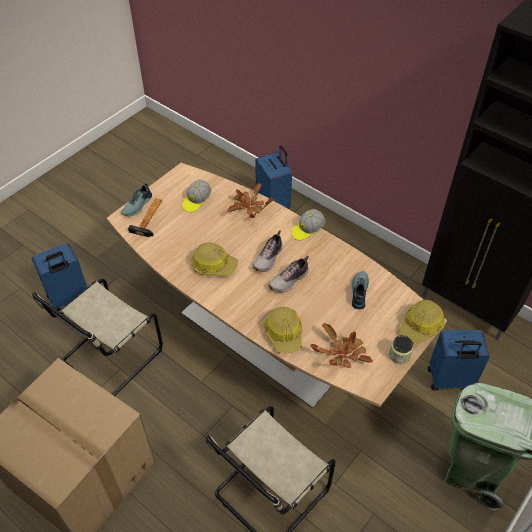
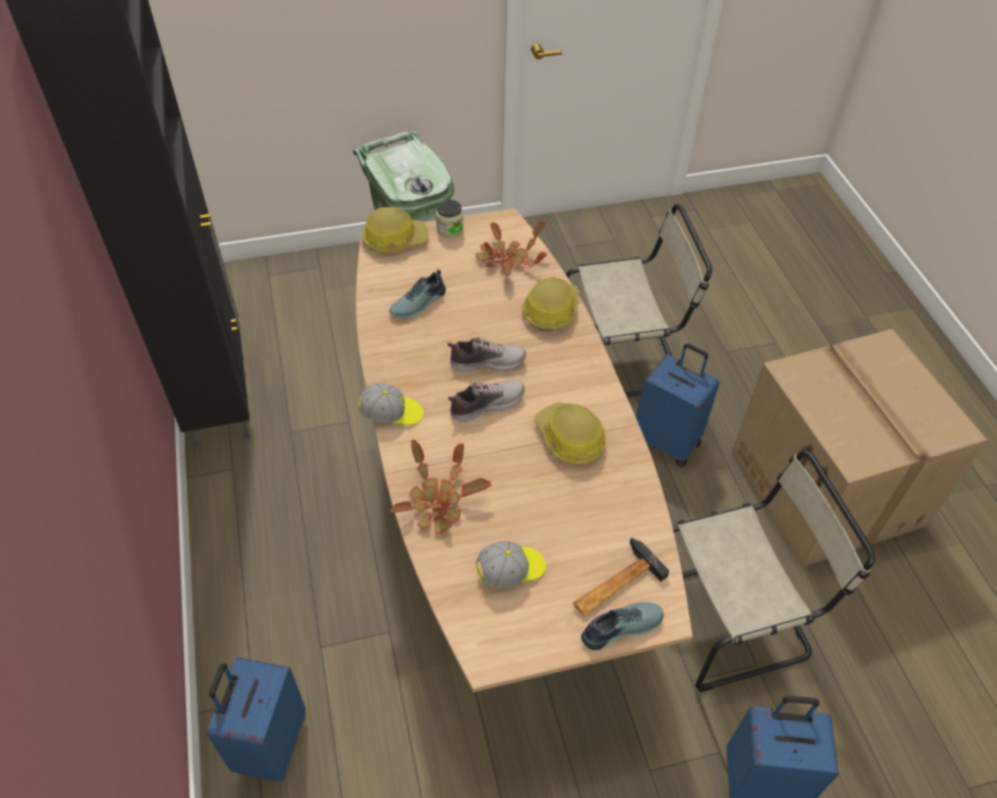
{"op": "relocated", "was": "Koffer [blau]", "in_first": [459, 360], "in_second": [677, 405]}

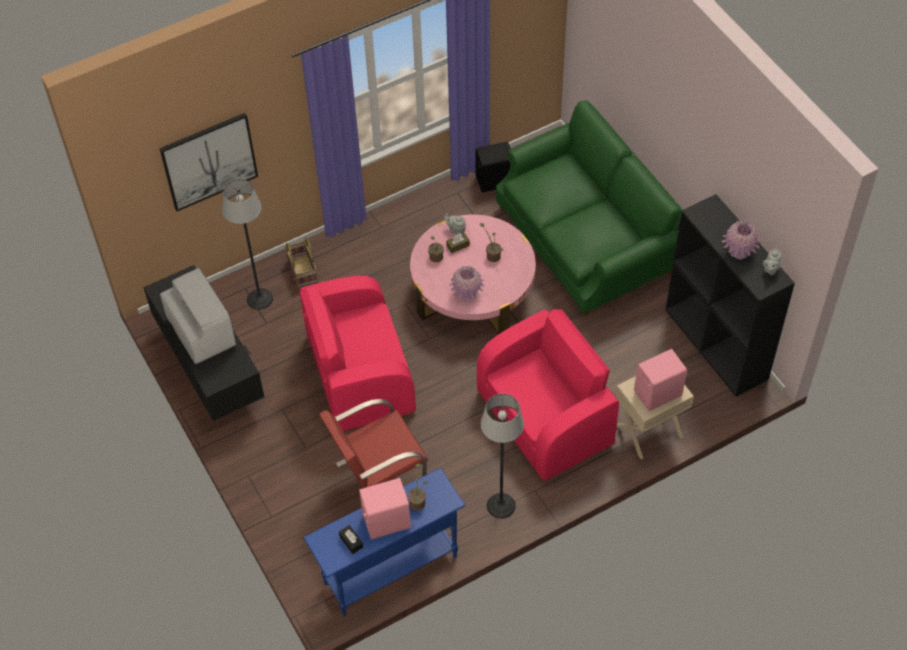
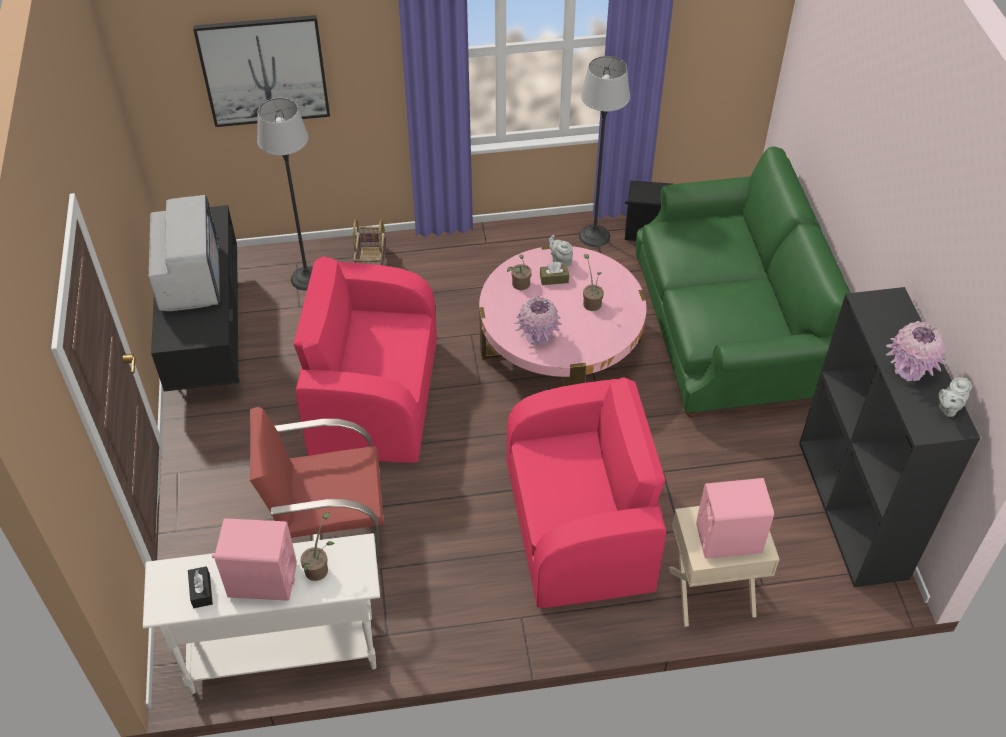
{"op": "relocated", "was": "Stehlampe", "in_first": [502, 456], "in_second": [604, 151]}
{"op": "colour", "was": "Konsolentisch [blau]", "now": "Konsolentisch [weiß]", "in_first": [384, 542], "in_second": [261, 613]}

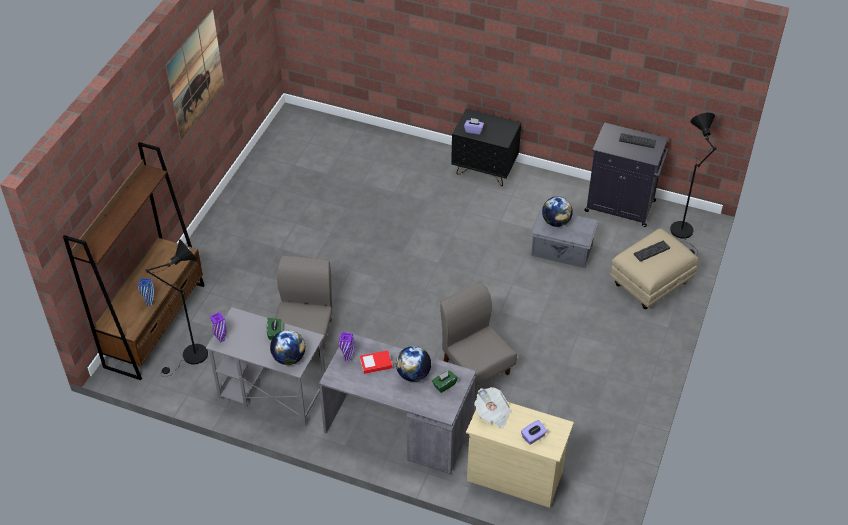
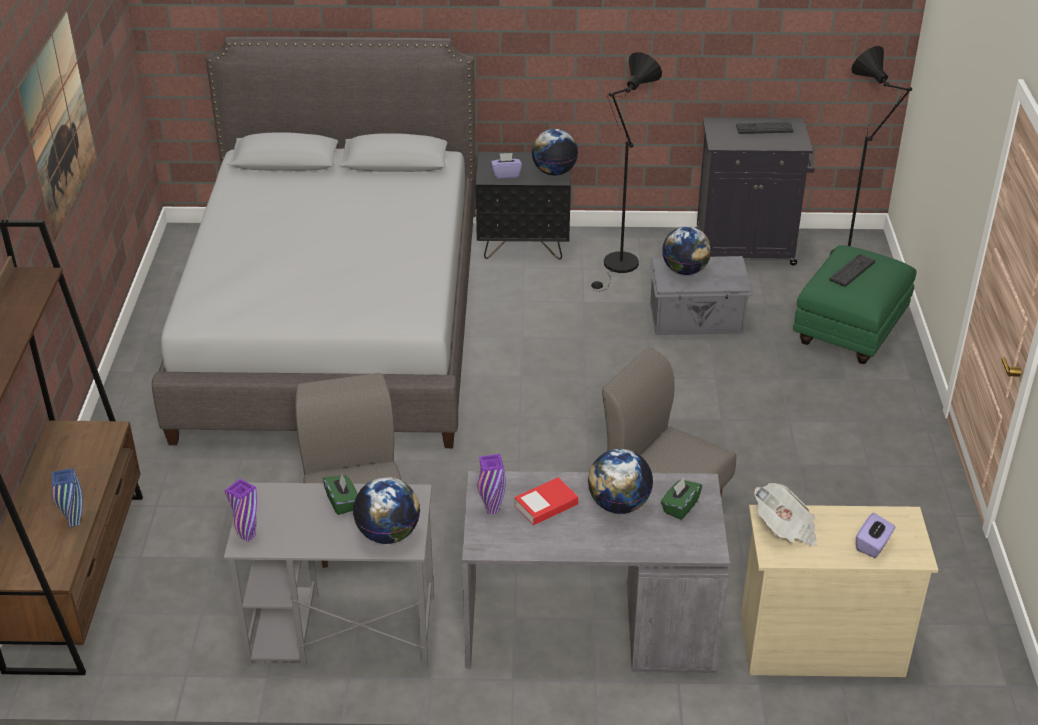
{"op": "appeared", "now": "Bett [grau]", "in_second": [314, 242]}
{"op": "appeared", "now": "Globus", "in_second": [555, 152]}
{"op": "relocated", "was": "Stehlampe [schwarz]", "in_first": [176, 308], "in_second": [626, 172]}
{"op": "colour", "was": "Polsterhocker [beige]", "now": "Polsterhocker [grün]", "in_first": [654, 268], "in_second": [855, 304]}

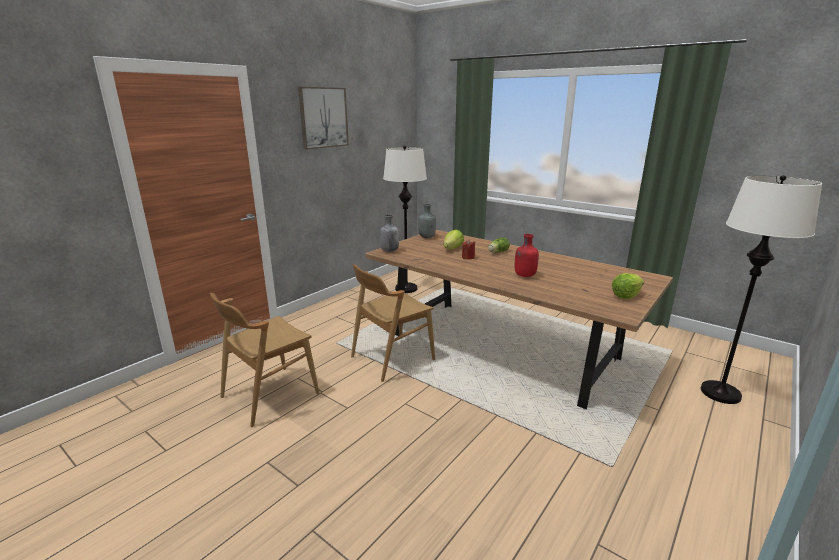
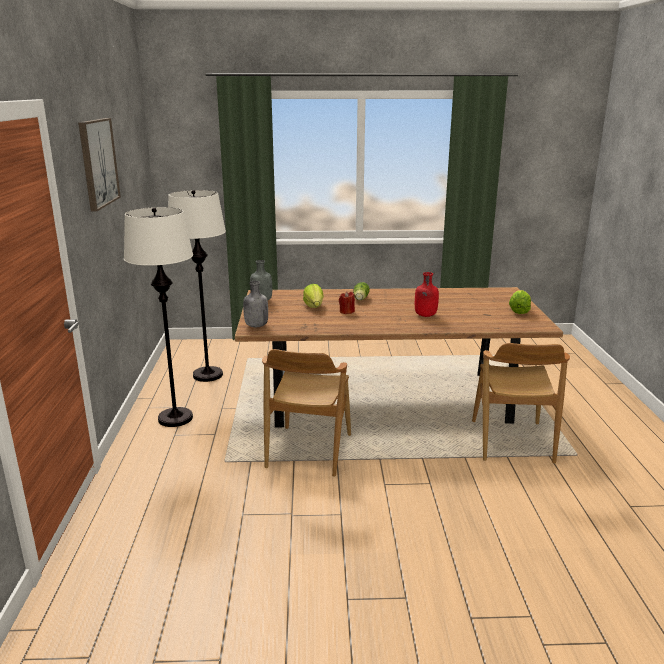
{"op": "relocated", "was": "Stuhl [braun]", "in_first": [264, 360], "in_second": [521, 403]}
{"op": "relocated", "was": "Stehlampe [weiß]", "in_first": [761, 289], "in_second": [158, 317]}

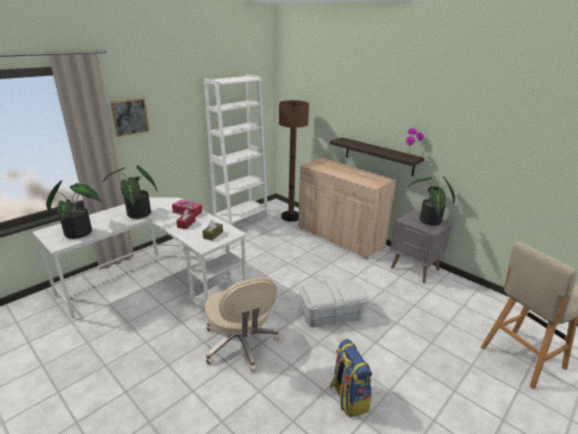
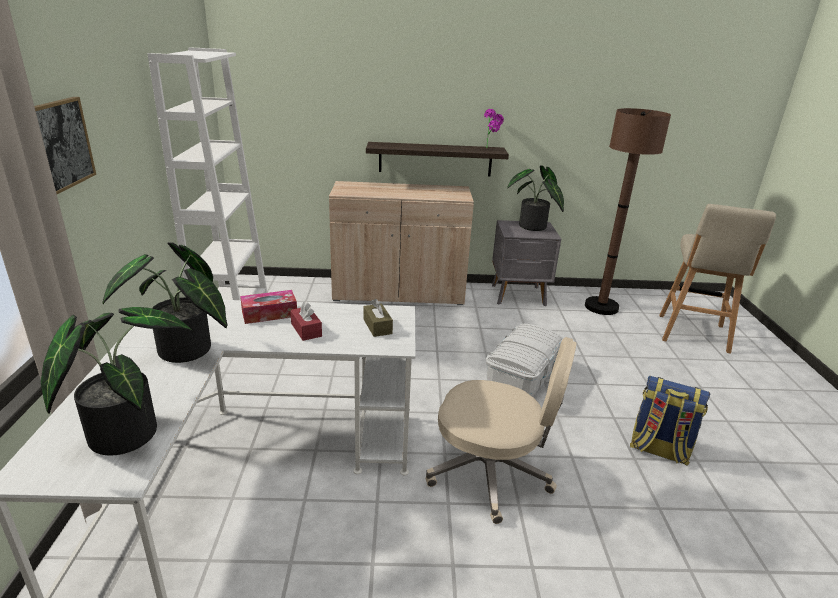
{"op": "relocated", "was": "Stehlampe [braun]", "in_first": [294, 161], "in_second": [628, 211]}

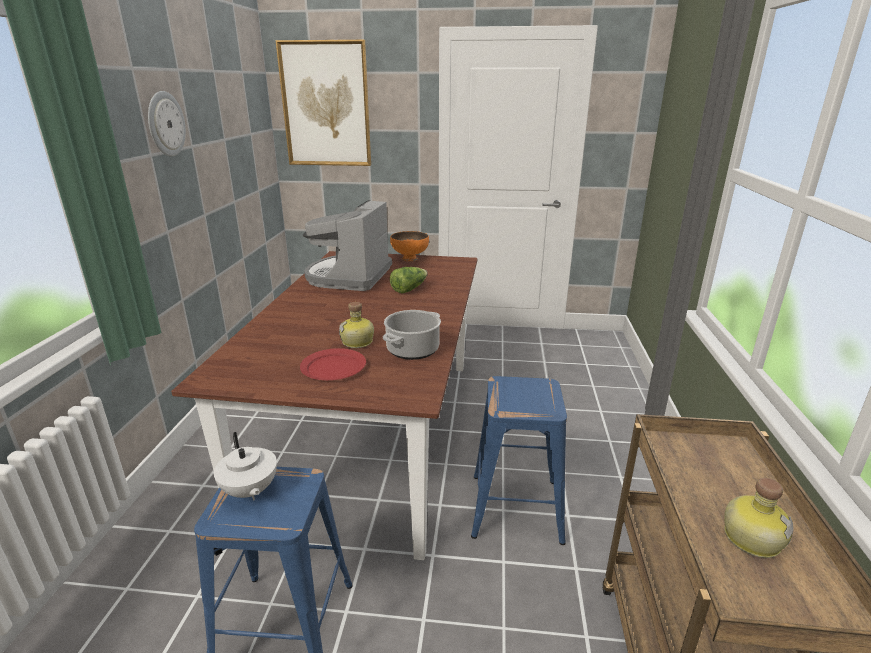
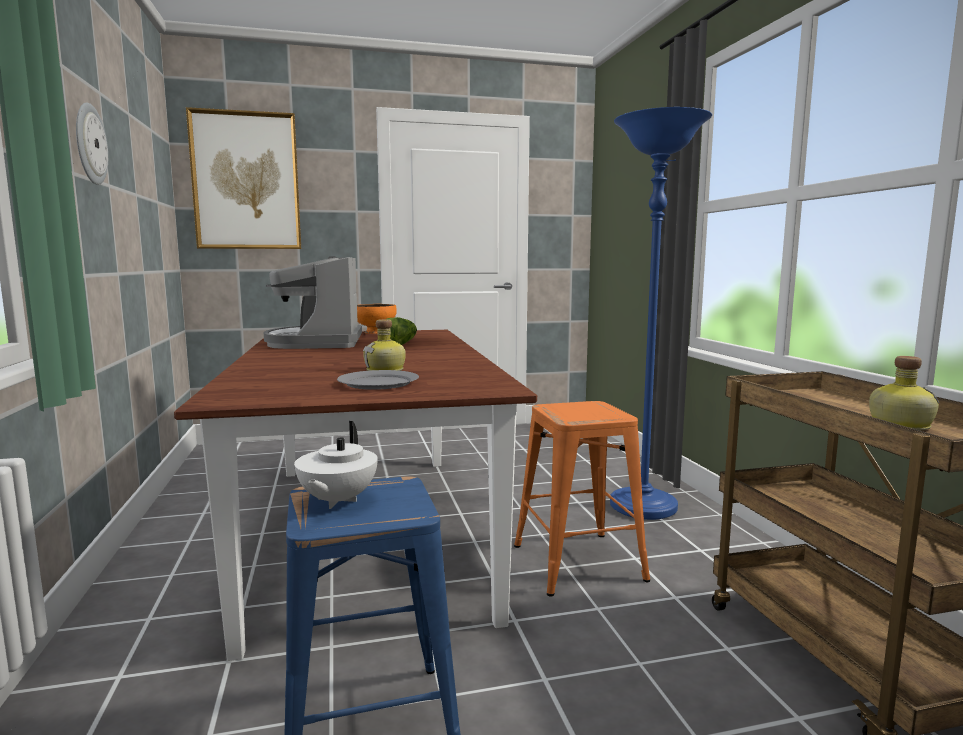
{"op": "missing", "was": "Kochtopf", "in_first": [412, 335]}
{"op": "appeared", "now": "Stehlampe [blau]", "in_second": [661, 313]}
{"op": "colour", "was": "Teller [rot]", "now": "Teller [grau]", "in_first": [333, 364], "in_second": [378, 380]}
{"op": "colour", "was": "Hocker [blau]", "now": "Hocker [orange]", "in_first": [519, 460], "in_second": [582, 498]}
{"op": "spun", "was": "Teekanne [weiß]", "in_first": [245, 466], "in_second": [336, 465], "clockwise": 60}

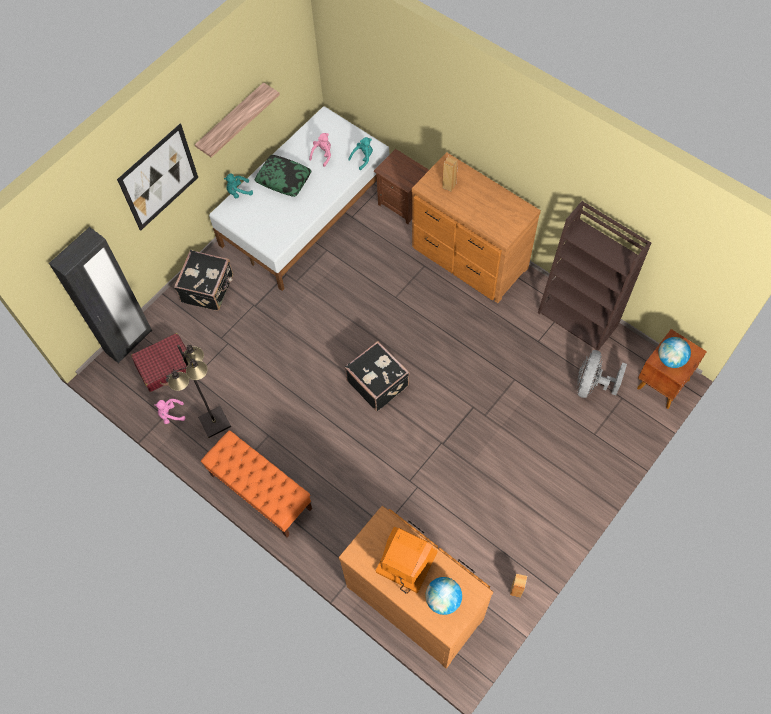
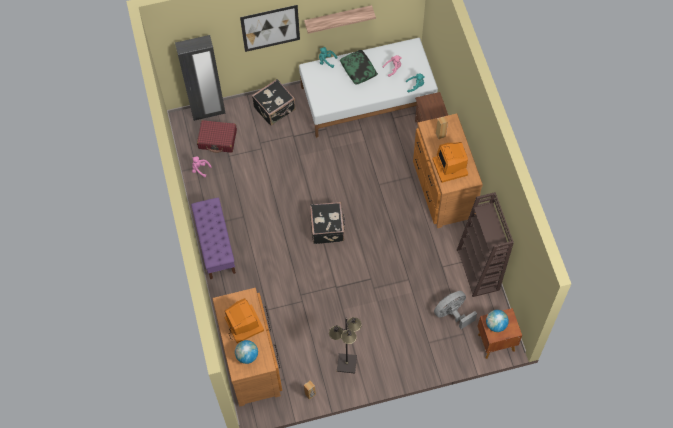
{"op": "appeared", "now": "Monitor", "in_second": [450, 162]}
{"op": "relocated", "was": "Stehlampe [schwarz]", "in_first": [199, 391], "in_second": [345, 345]}
{"op": "colour", "was": "Bank [orange]", "now": "Bank [lila]", "in_first": [256, 484], "in_second": [213, 238]}

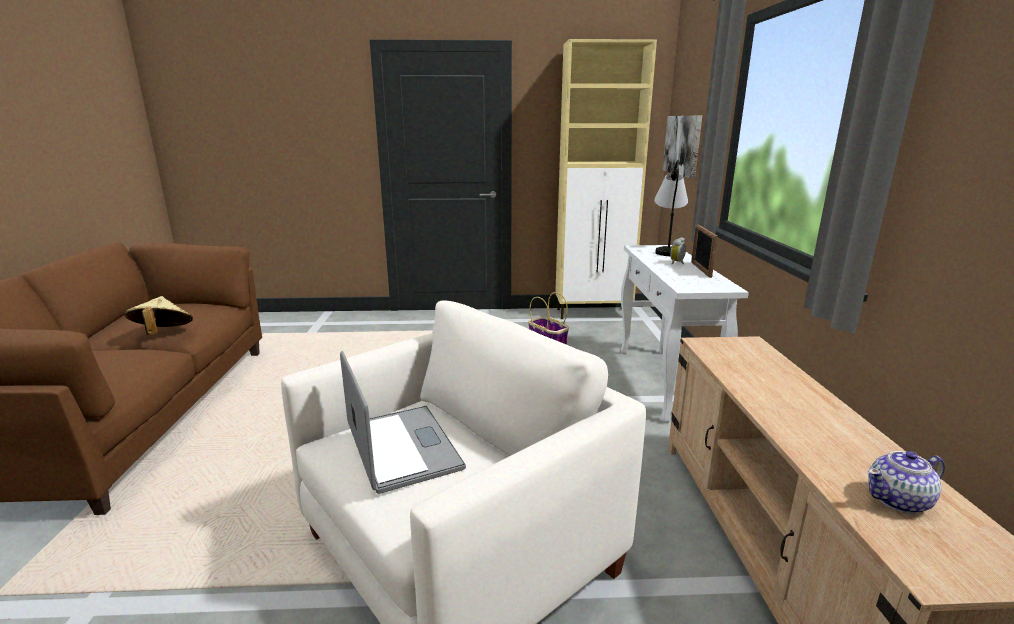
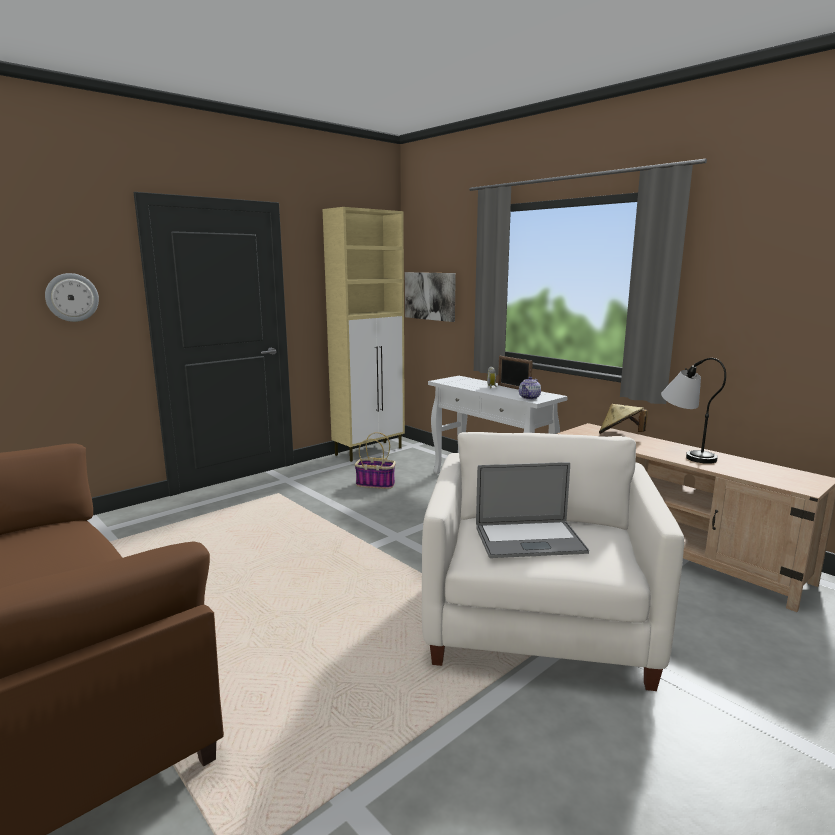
{"op": "appeared", "now": "Wanduhr", "in_second": [72, 297]}
{"op": "relocated", "was": "Hut [beige]", "in_first": [158, 315], "in_second": [623, 419]}
{"op": "relocated", "was": "Tischlampe", "in_first": [671, 208], "in_second": [693, 411]}
{"op": "relocated", "was": "Teekanne", "in_first": [906, 482], "in_second": [530, 388]}
{"op": "spun", "was": "Laptop", "in_first": [403, 422], "in_second": [532, 510], "clockwise": 150}

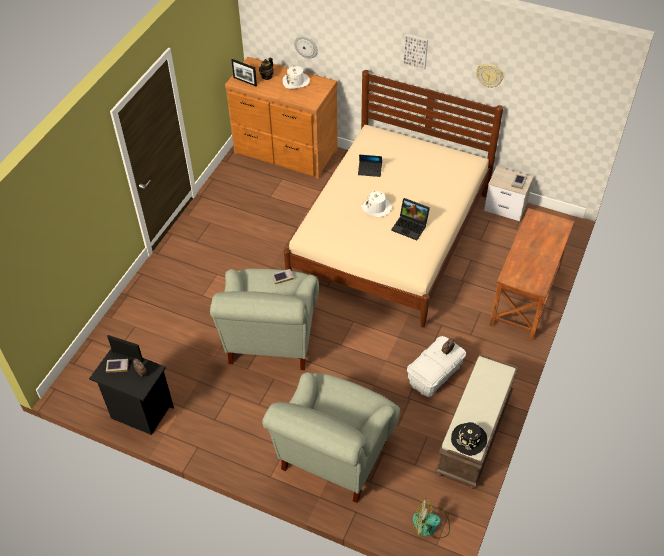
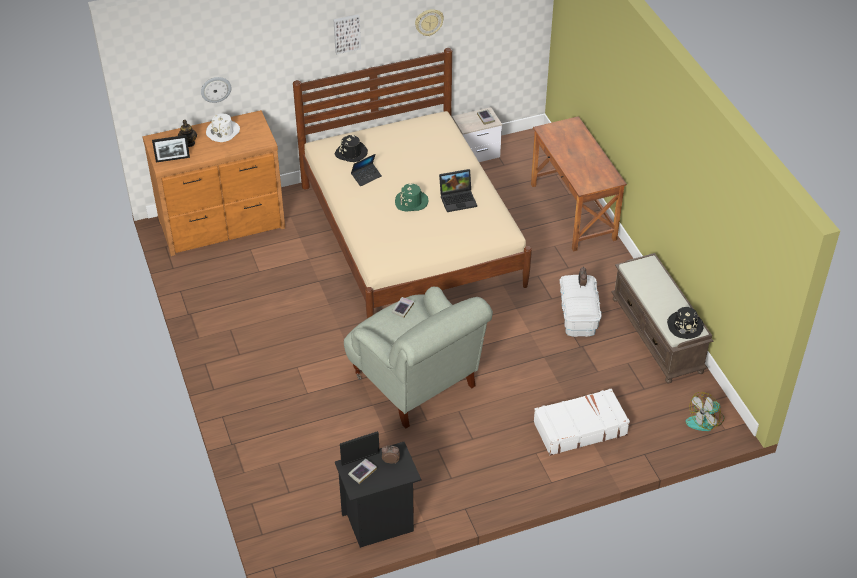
{"op": "appeared", "now": "Hut [schwarz]", "in_second": [351, 148]}
{"op": "exchanged", "was": "Sessel [grau]", "now": "Koffer [weiß]", "in_first": [331, 437], "in_second": [581, 421]}
{"op": "colour", "was": "Hut [weiß]", "now": "Hut [grün]", "in_first": [376, 204], "in_second": [411, 198]}

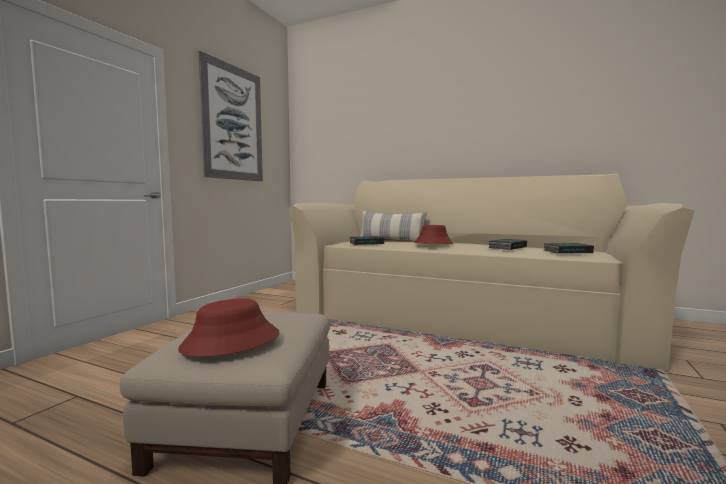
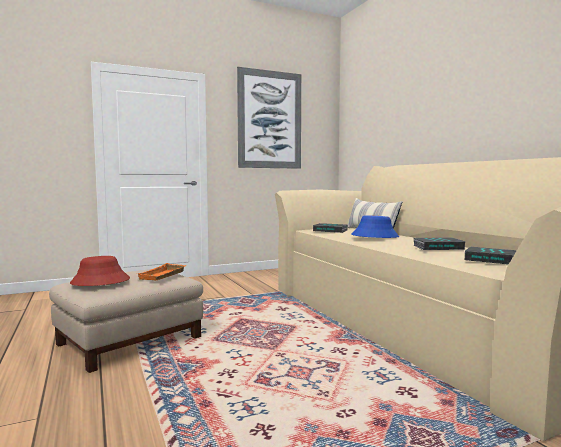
{"op": "appeared", "now": "Tablett [orange]", "in_second": [161, 271]}
{"op": "colour", "was": "Hut [rot]", "now": "Hut [blau]", "in_first": [433, 234], "in_second": [375, 226]}

